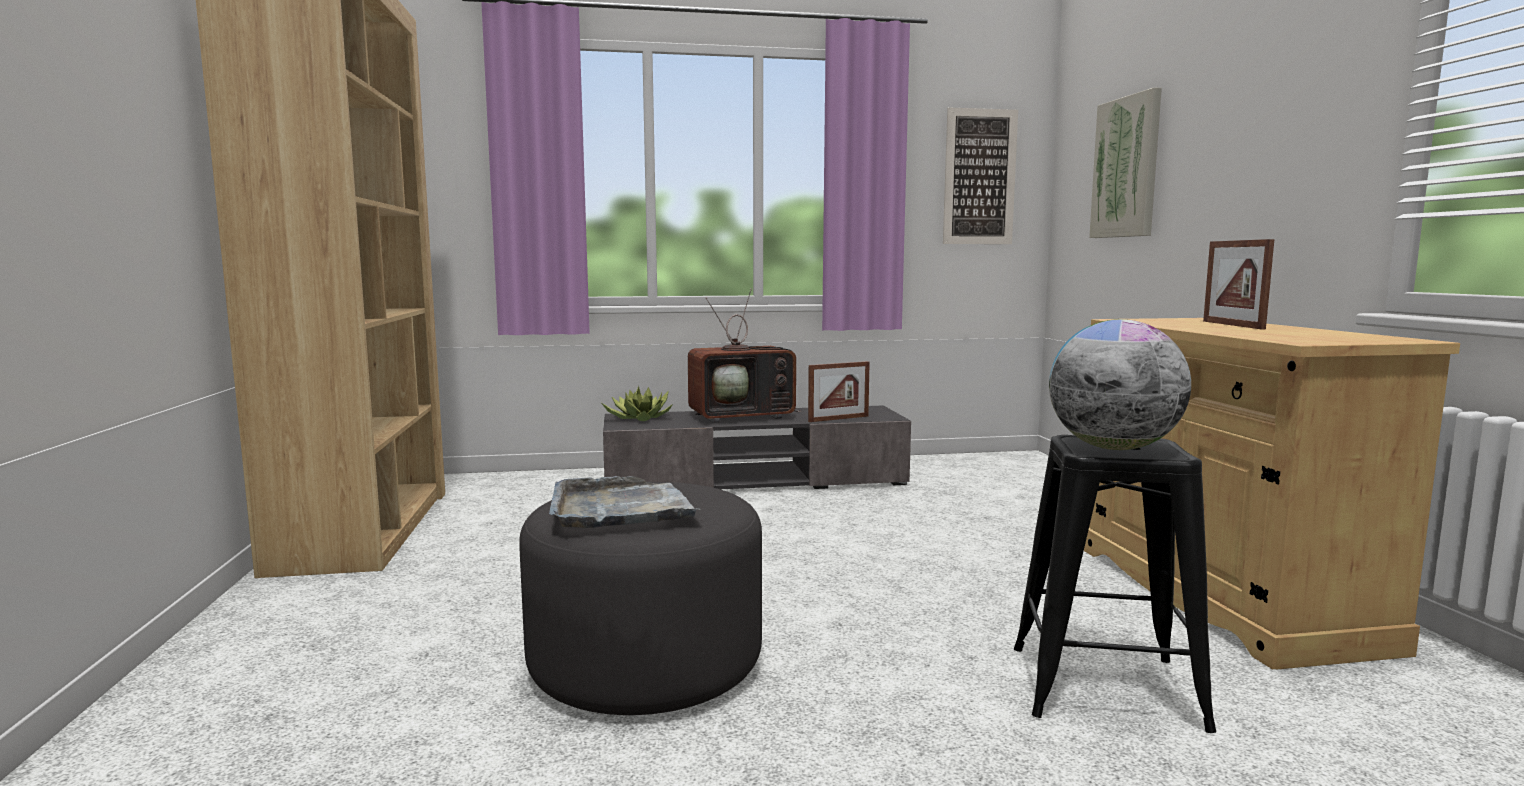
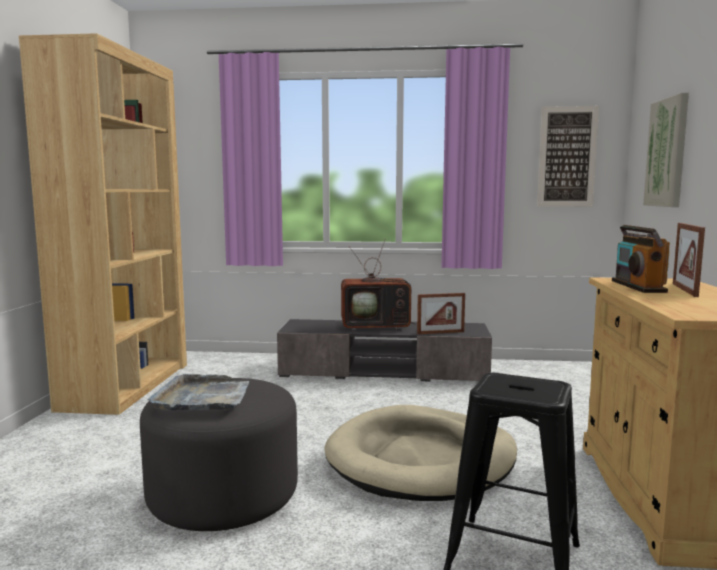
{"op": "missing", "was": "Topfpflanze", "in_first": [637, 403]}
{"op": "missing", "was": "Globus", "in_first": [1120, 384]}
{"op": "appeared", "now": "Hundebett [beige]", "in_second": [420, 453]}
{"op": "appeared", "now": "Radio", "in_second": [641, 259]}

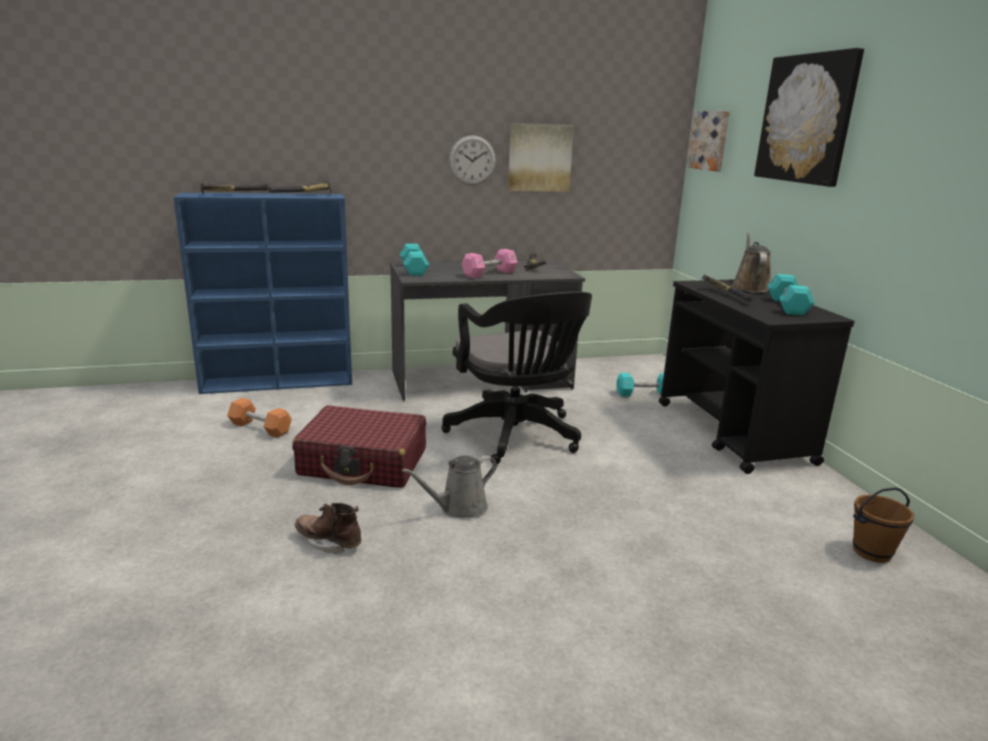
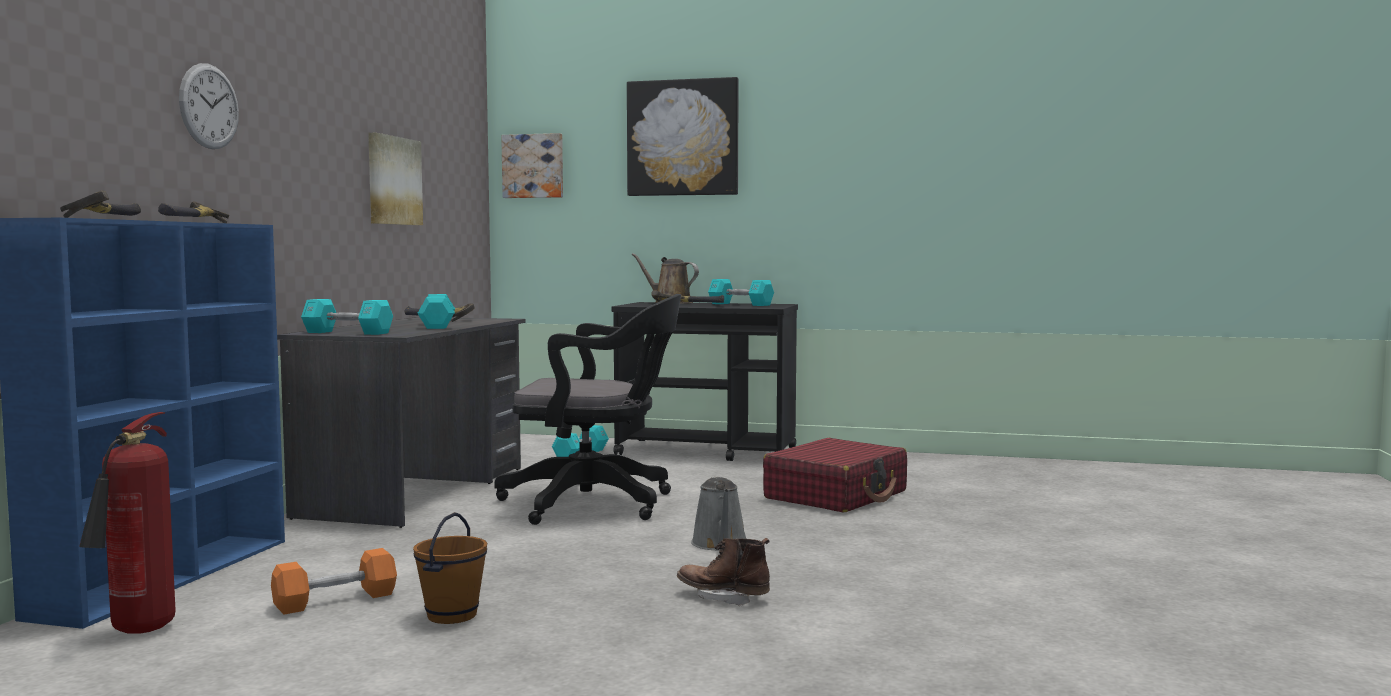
{"op": "appeared", "now": "Feuerlöscher", "in_second": [127, 523]}
{"op": "relocated", "was": "Koffer [rot]", "in_first": [359, 446], "in_second": [835, 475]}
{"op": "relocated", "was": "Wanduhr", "in_first": [472, 160], "in_second": [209, 106]}
{"op": "relocated", "was": "Eimer [braun]", "in_first": [884, 525], "in_second": [450, 568]}
{"op": "colour", "was": "Hantel [rosa]", "now": "Hantel [türkis]", "in_first": [490, 263], "in_second": [436, 311]}
{"op": "spun", "was": "Stiefel [braun]", "in_first": [328, 529], "in_second": [723, 572], "clockwise": 60}

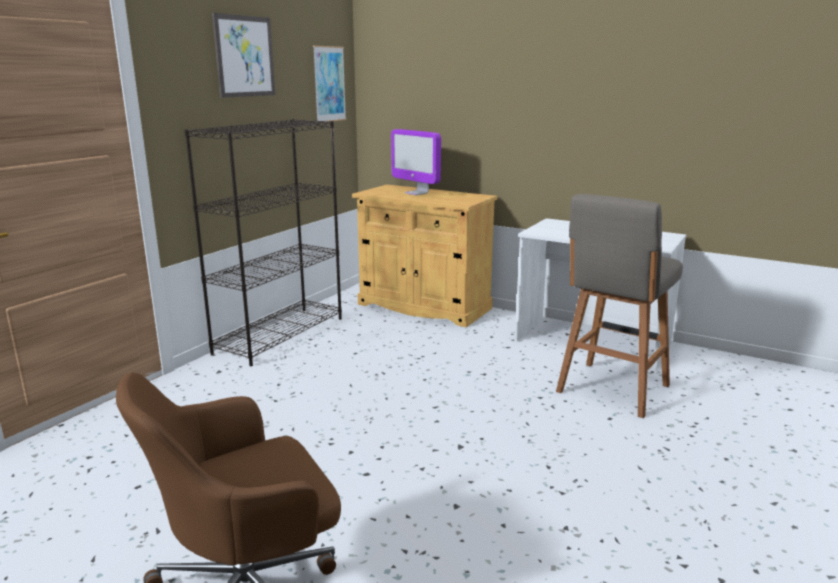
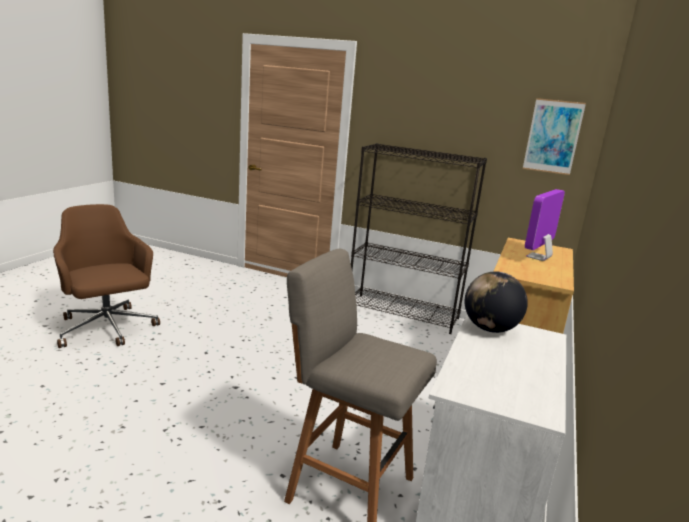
{"op": "missing", "was": "Bild", "in_first": [243, 55]}
{"op": "appeared", "now": "Globus", "in_second": [496, 302]}

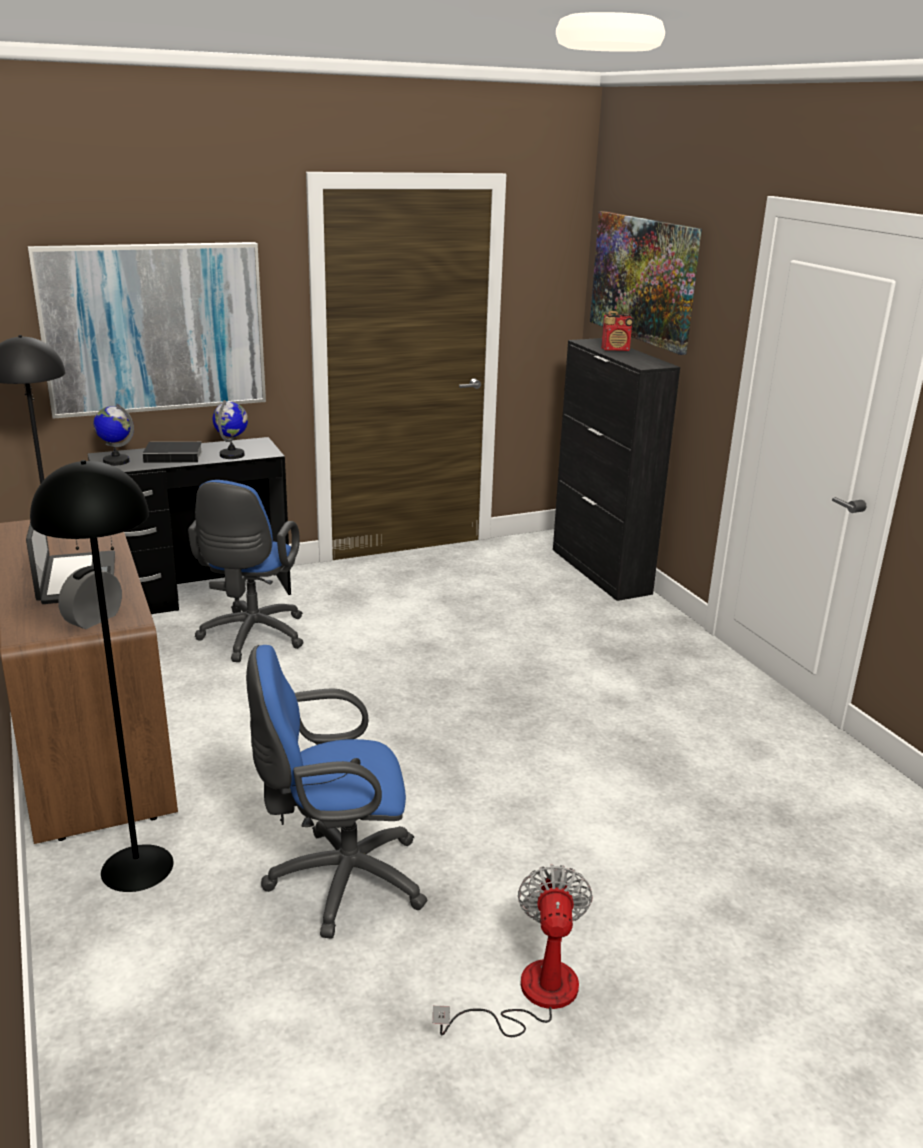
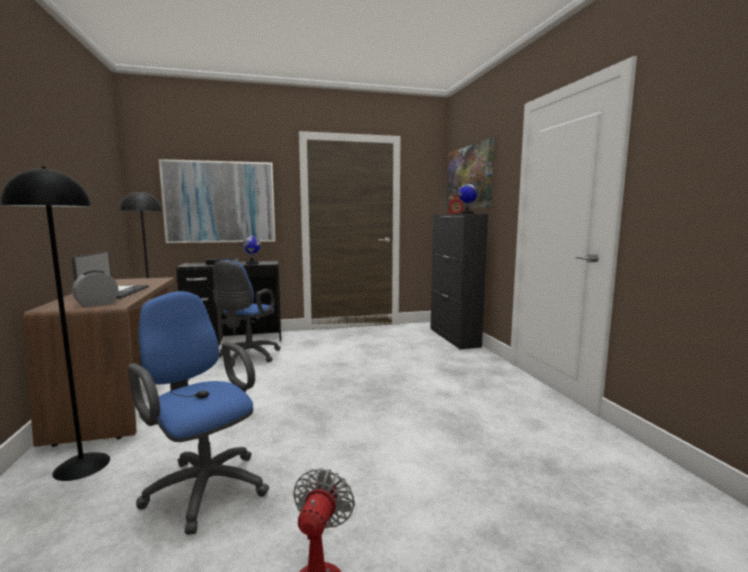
{"op": "relocated", "was": "Globus", "in_first": [113, 434], "in_second": [469, 197]}
{"op": "spun", "was": "Bürostuhl [blau]", "in_first": [336, 792], "in_second": [198, 413], "clockwise": 45}

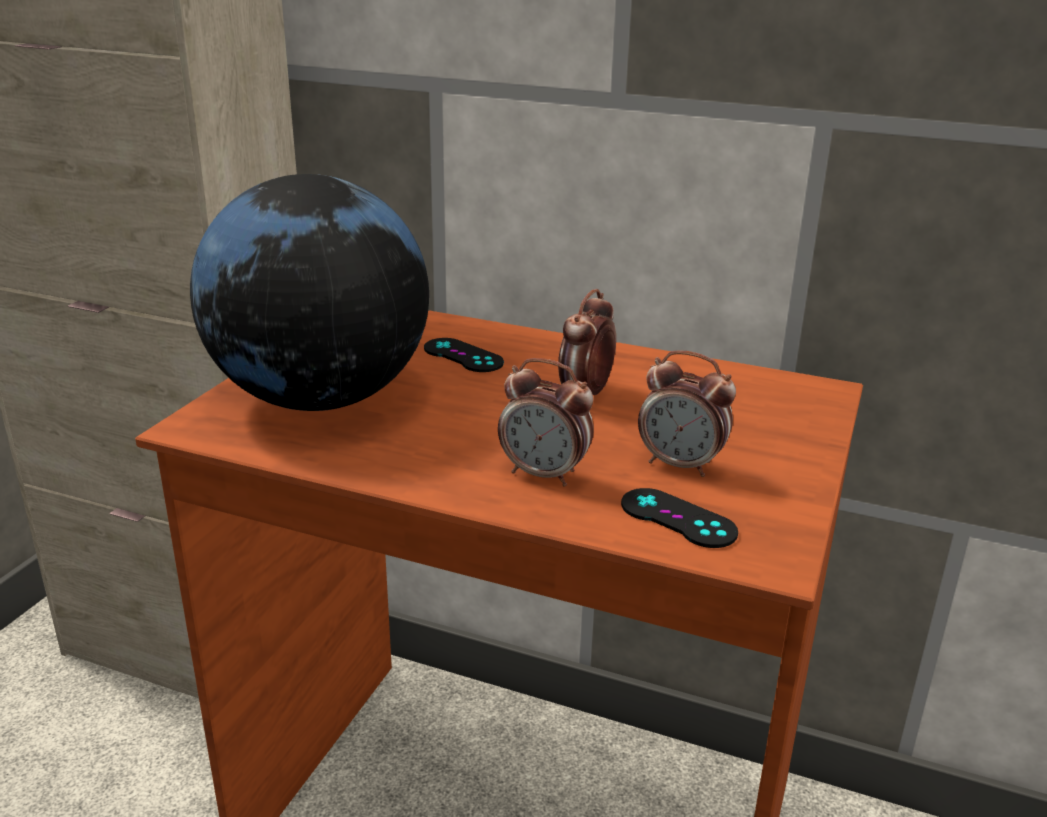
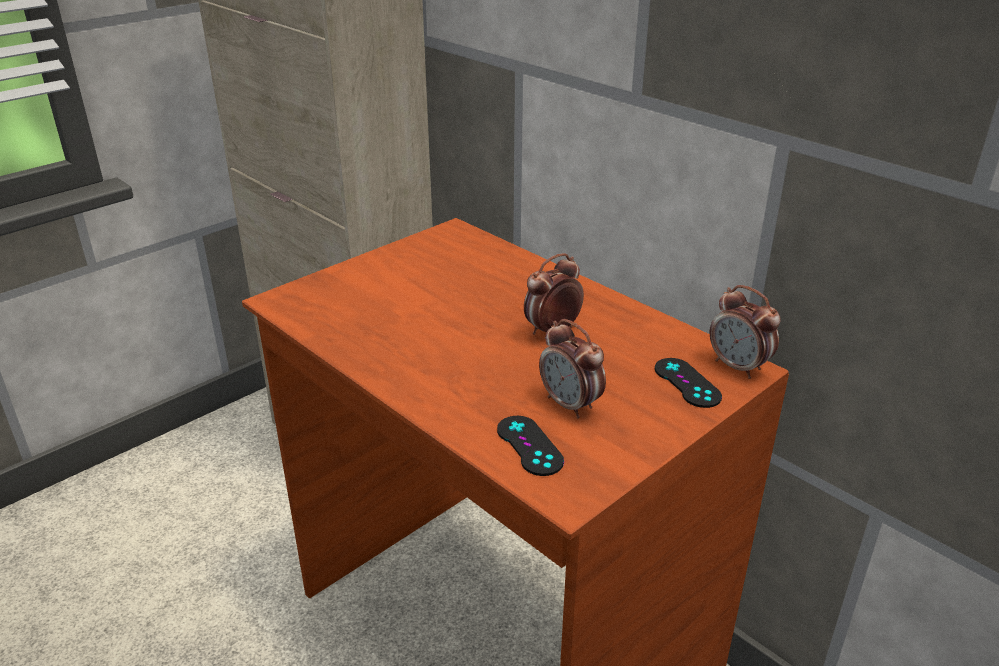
{"op": "missing", "was": "Globus", "in_first": [309, 292]}
{"op": "relocated", "was": "Gamepad [schwarz]", "in_first": [464, 355], "in_second": [688, 383]}
{"op": "relocated", "was": "Wecker", "in_first": [546, 422], "in_second": [745, 332]}

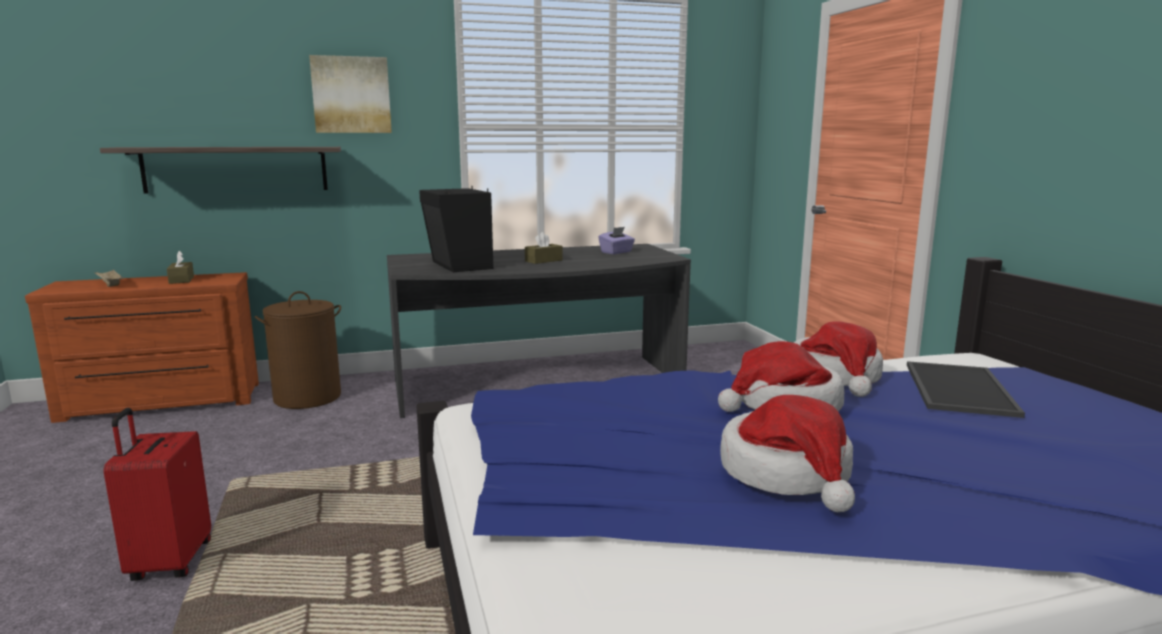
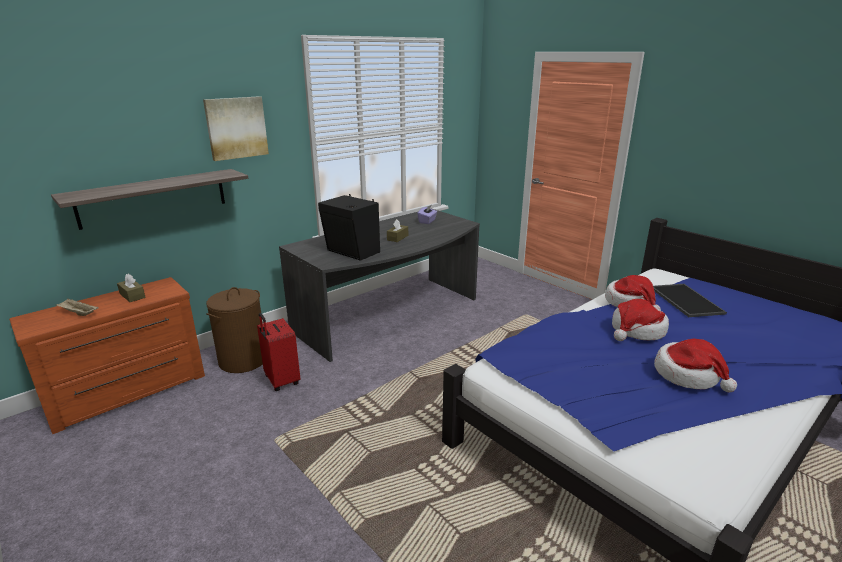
{"op": "relocated", "was": "Koffer [rot]", "in_first": [157, 494], "in_second": [278, 352]}

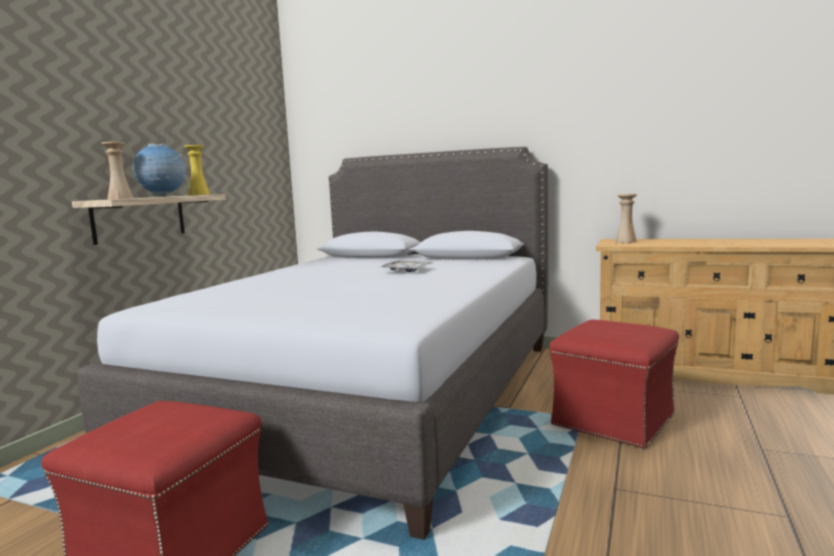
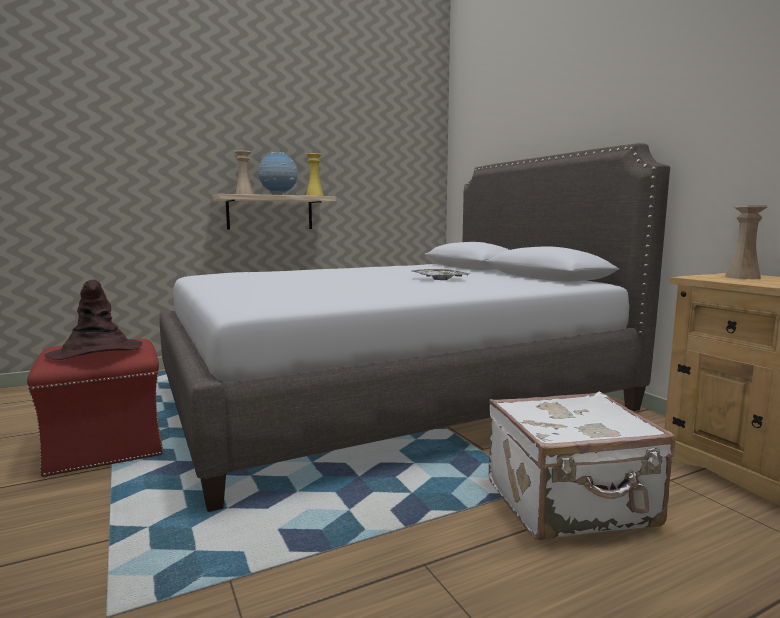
{"op": "appeared", "now": "Hut [braun]", "in_second": [93, 320]}
{"op": "exchanged", "was": "Polsterhocker [rot]", "now": "Koffer [weiß]", "in_first": [614, 384], "in_second": [582, 466]}

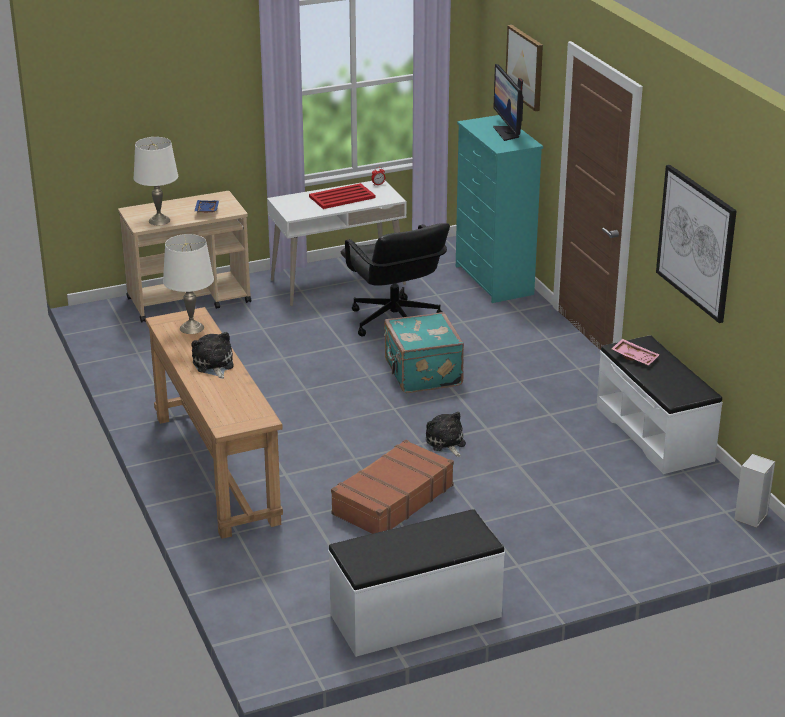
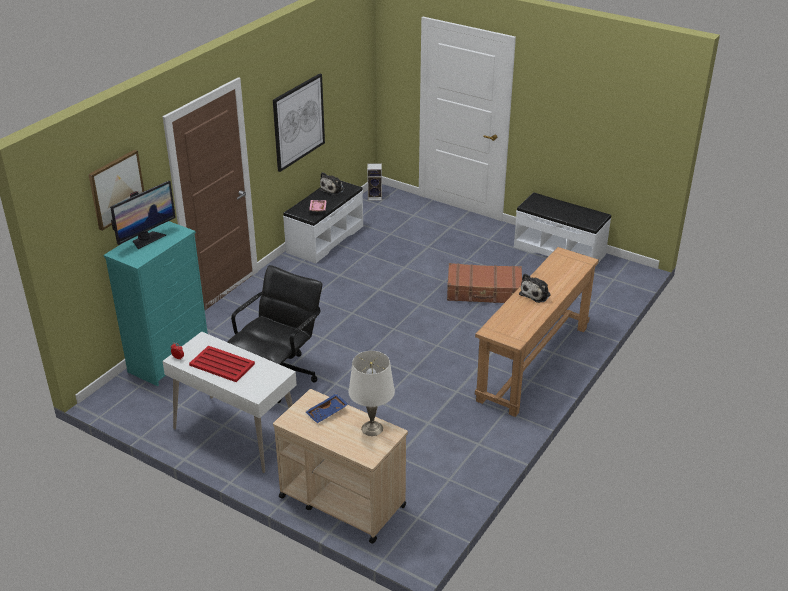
{"op": "missing", "was": "Tischlampe [weiß]", "in_first": [188, 284]}
{"op": "missing", "was": "Koffer [türkis]", "in_first": [424, 352]}
{"op": "relocated", "was": "Plüschtier", "in_first": [446, 434], "in_second": [332, 183]}

